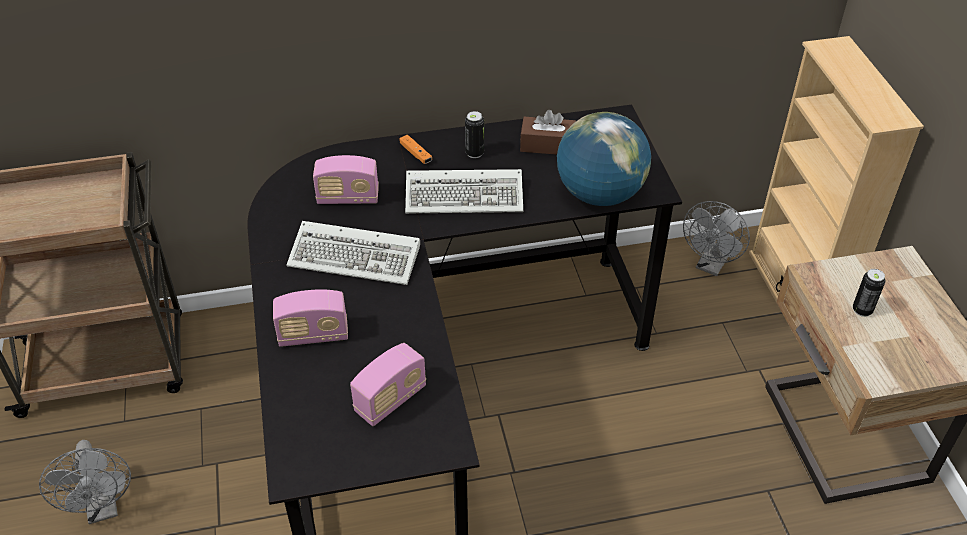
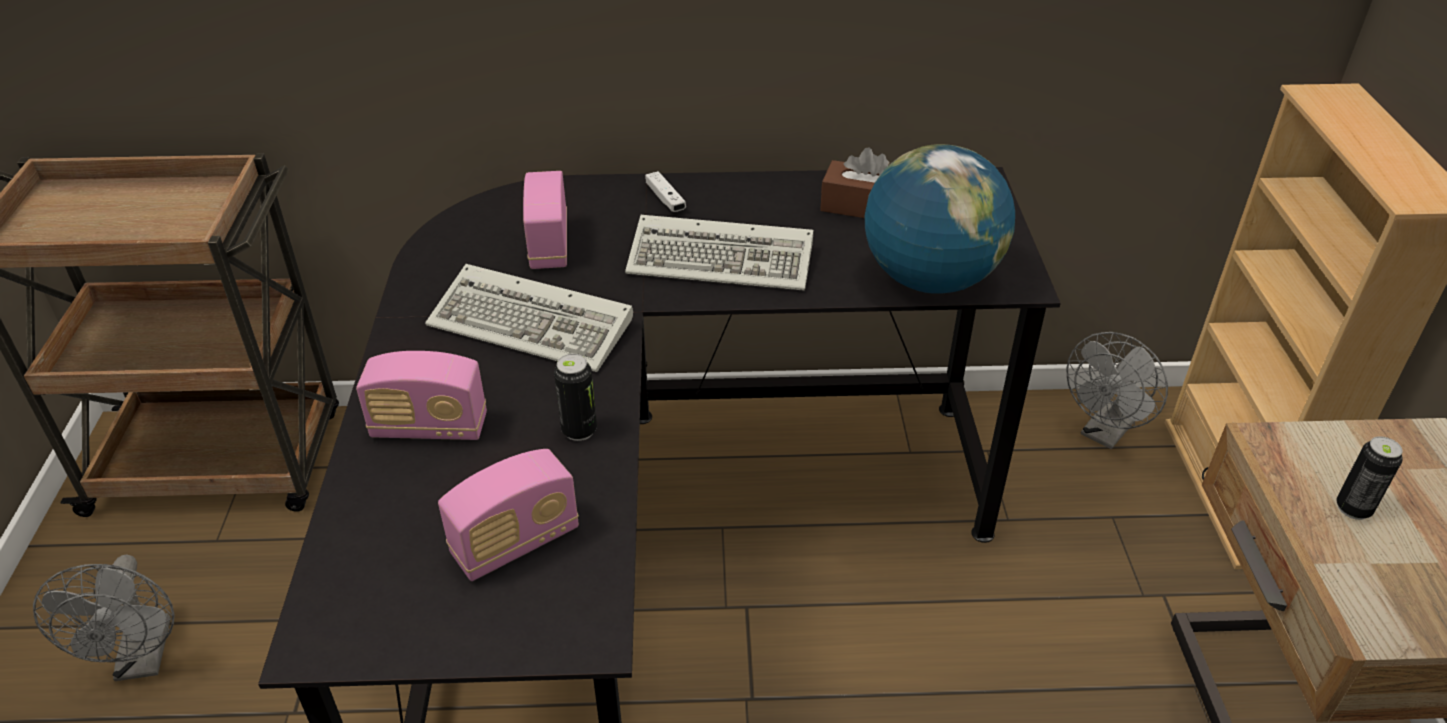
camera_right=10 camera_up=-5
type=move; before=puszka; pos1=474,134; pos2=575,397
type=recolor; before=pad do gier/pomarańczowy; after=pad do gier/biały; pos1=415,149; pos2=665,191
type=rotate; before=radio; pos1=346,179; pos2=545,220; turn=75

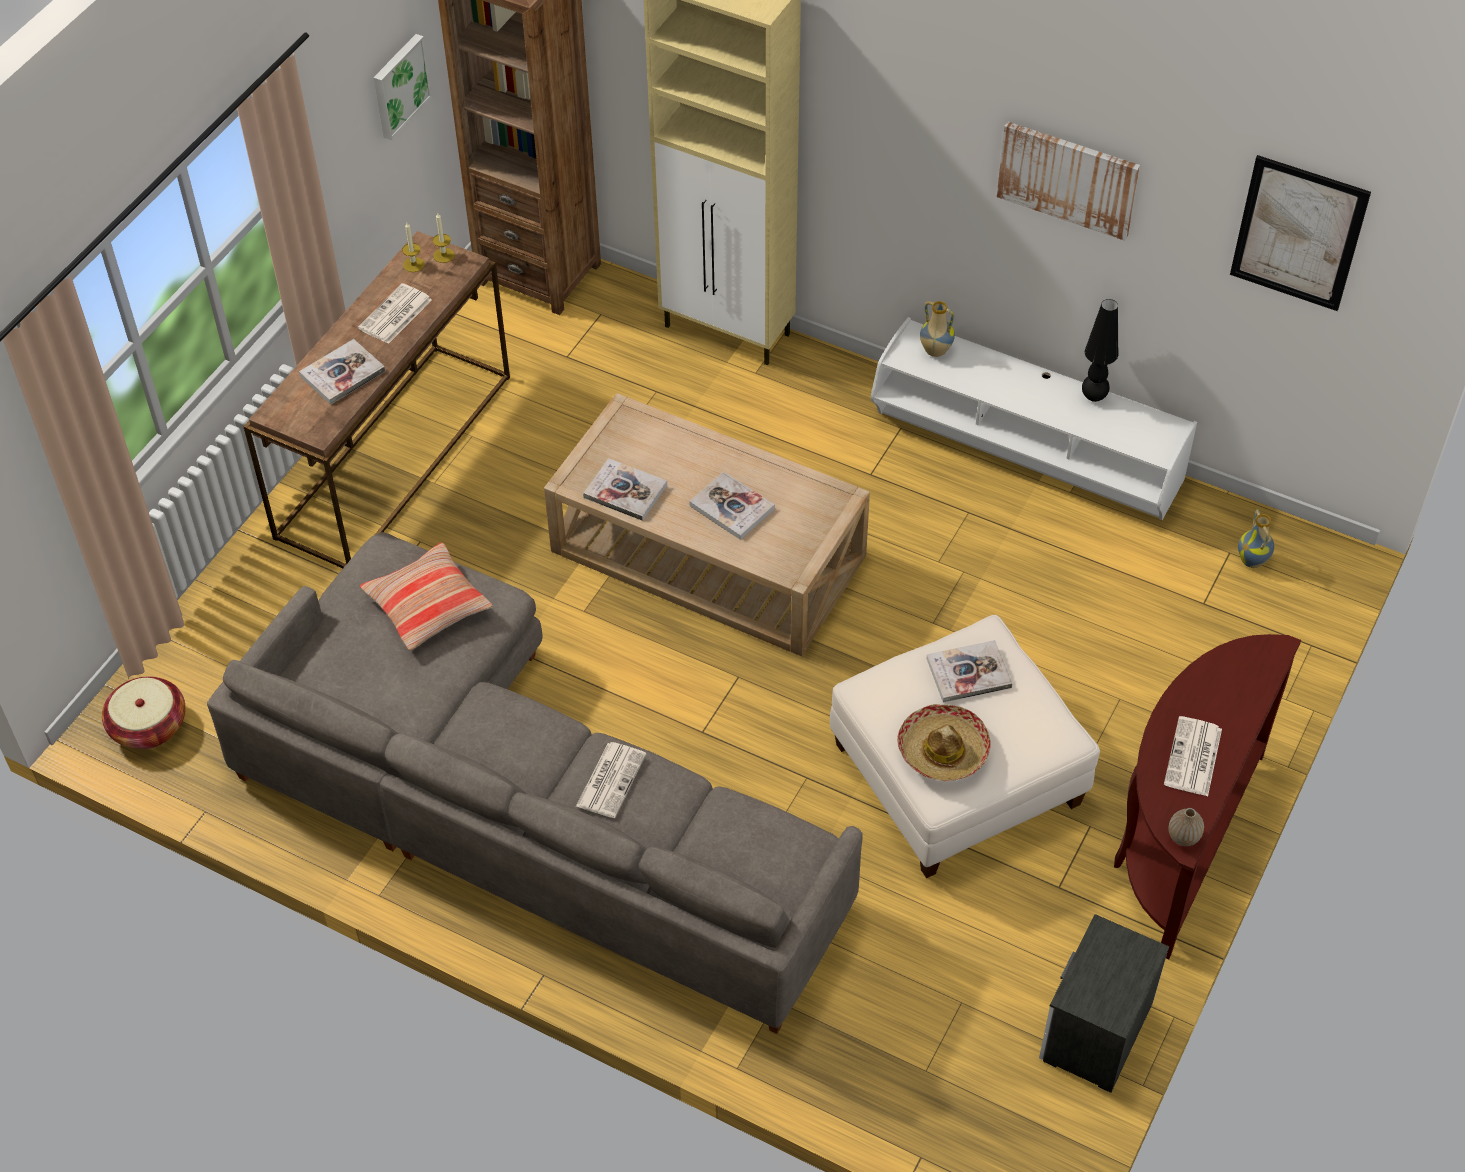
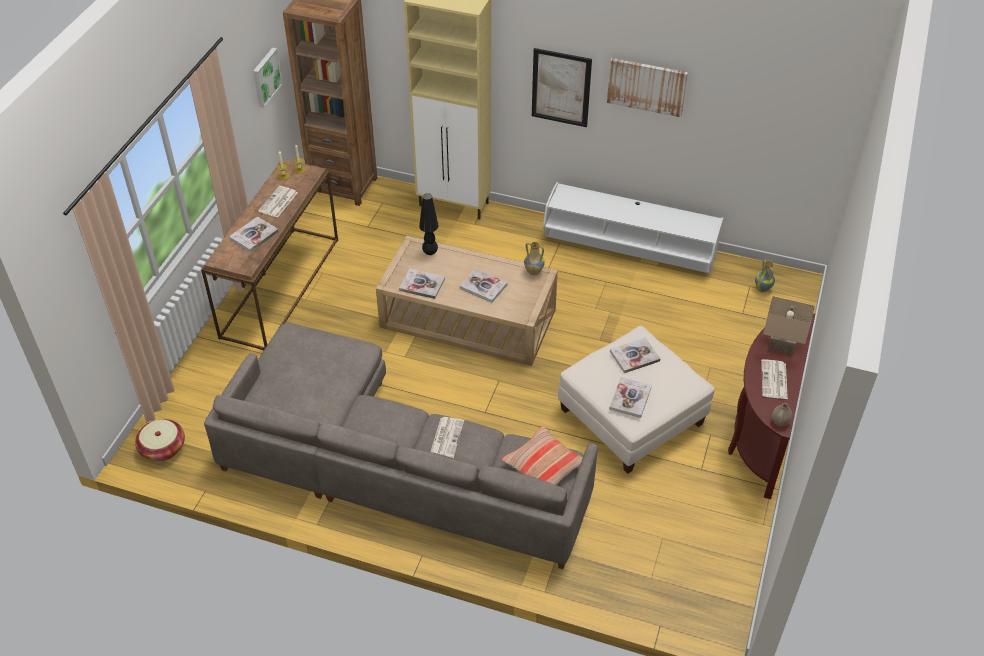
camera_right=-10 camera_up=-5
type=delete; before=szafka nocna; pos1=1104,1003
type=insert; after=lampa stołowa/beżowy; pos2=789,325
type=move; before=poduszka; pos1=426,596; pos2=542,455
type=move; before=wazon; pos1=937,329; pos2=534,258
type=move; before=lampa stołowa/czarny; pos1=1100,350; pos2=429,224
type=move; before=obraz; pos1=1300,233; pos2=562,87
type=replace; before=kapelusz; after=książka; pos1=944,742; pos2=630,397

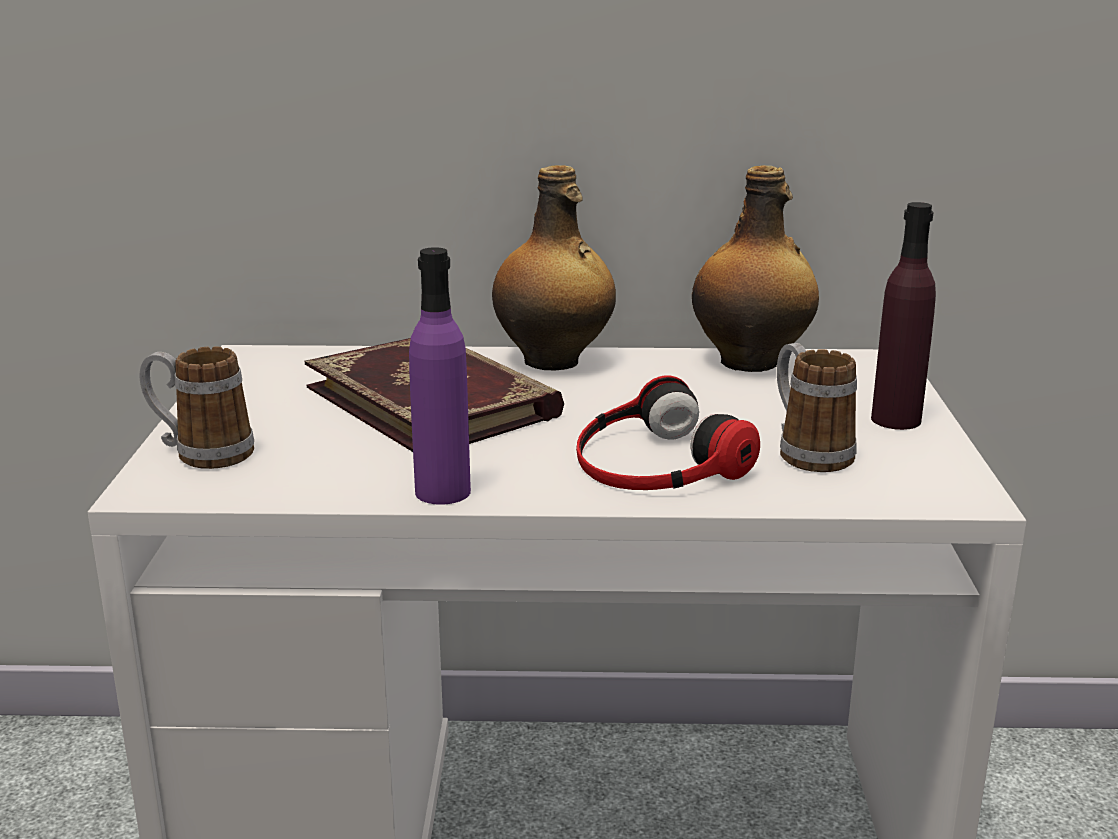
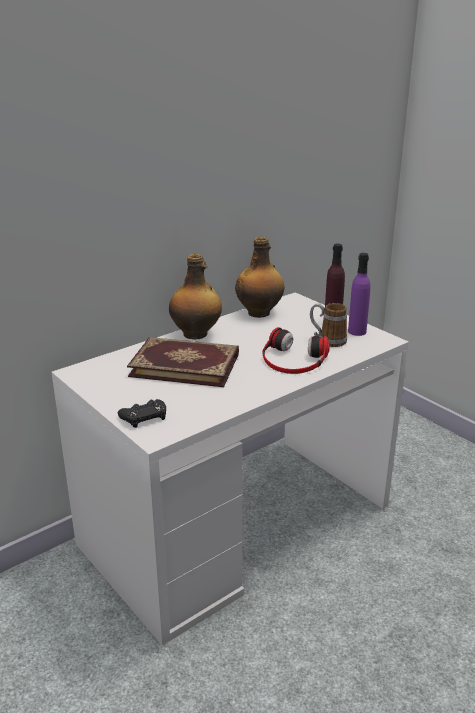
camera_right=-40 camera_up=5
type=move; before=butelka/fioletowy; pos1=440,376; pos2=359,294
type=replace; before=kubek; after=pad do gier/czarny; pos1=197,407; pos2=142,413

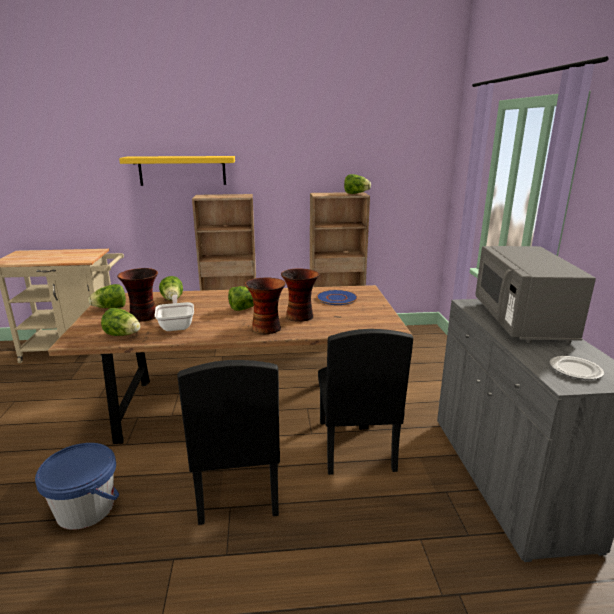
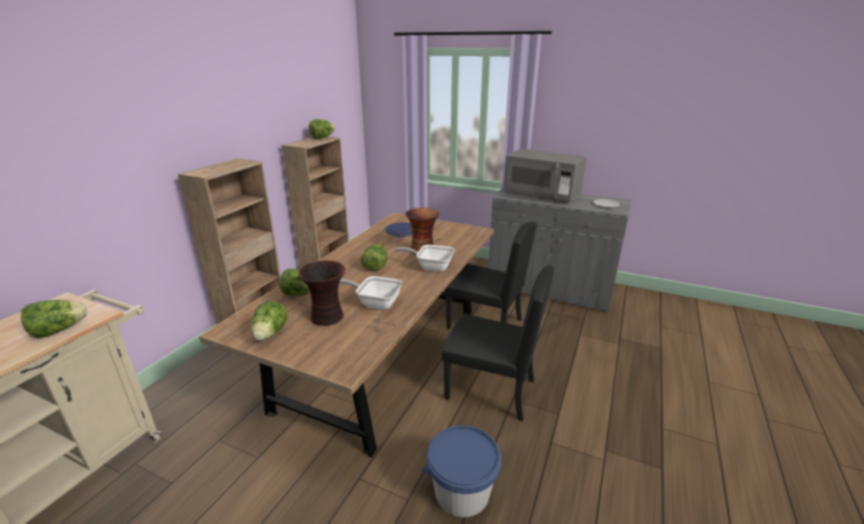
camera_right=-60 camera_up=5
type=delete; before=półka/żółty; pos1=177,171
type=move; before=sałata; pos1=120,322; pos2=54,319
type=replace; before=wazon; after=patelnia; pos1=265,306; pos2=424,258

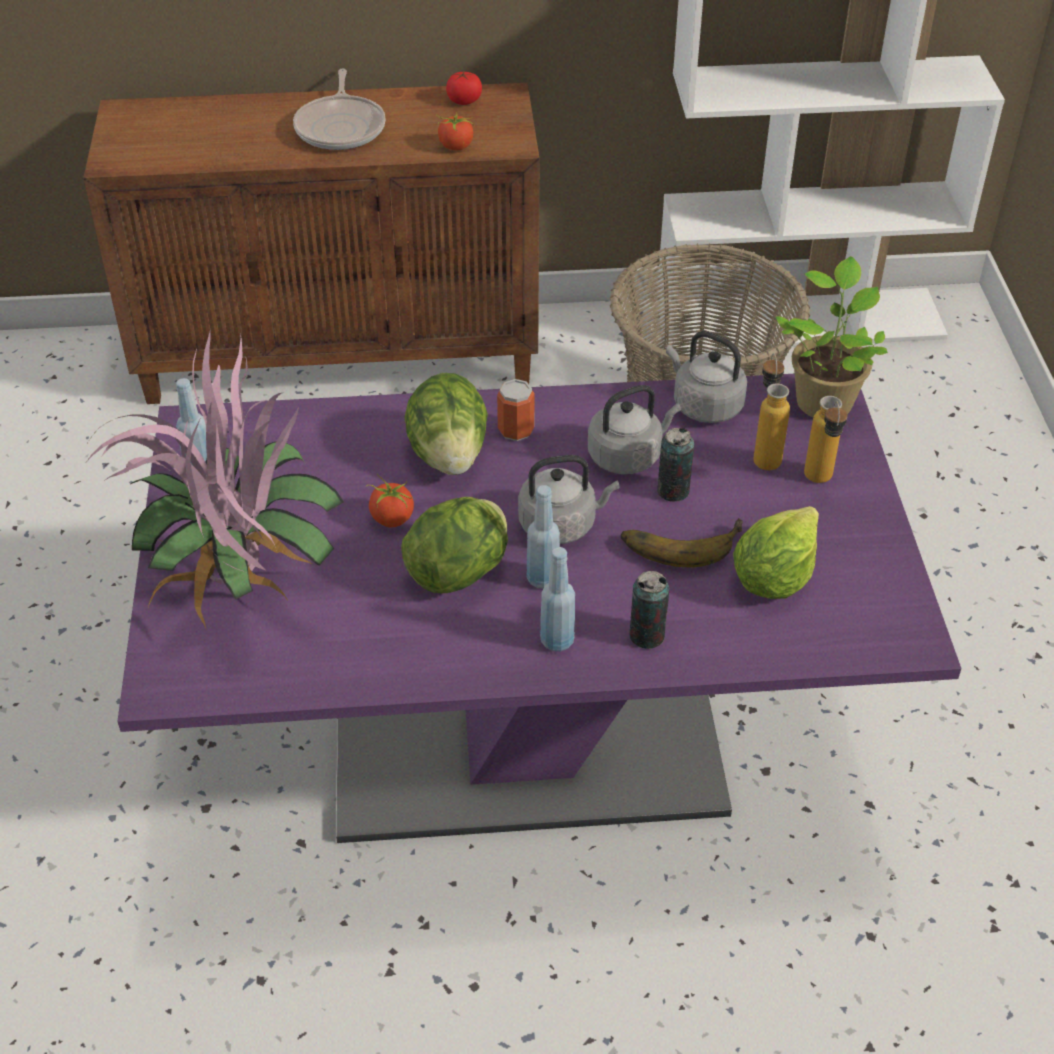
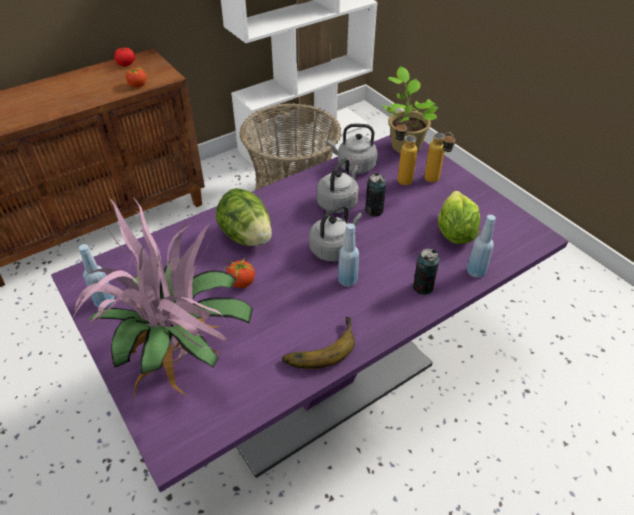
camera_right=-30 camera_up=0
type=delete; before=patelnia; pos1=339,109
type=delete; before=sałata; pos1=454,545
type=delete; before=puszka; pos1=516,410
type=move; before=butelka/niebieski; pos1=557,599; pos2=481,246
type=move; before=banan; pos1=682,543; pos2=318,343

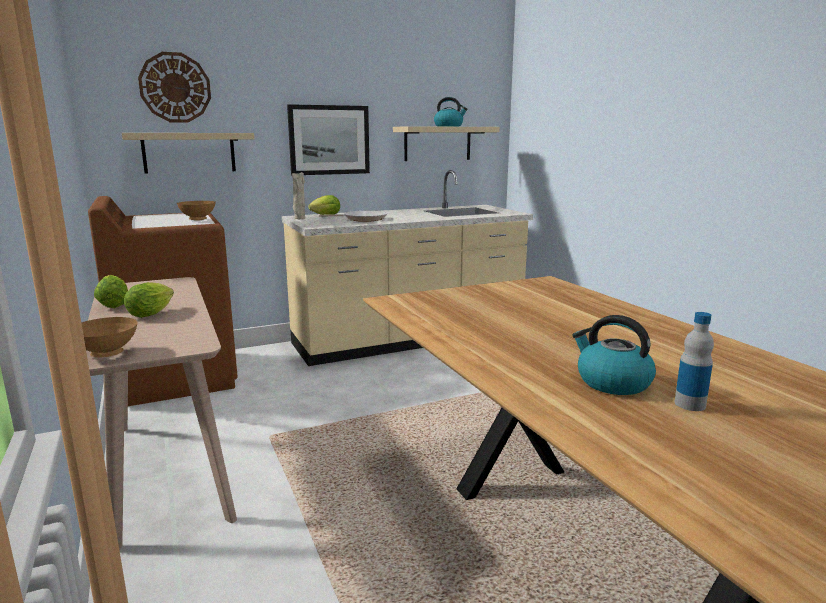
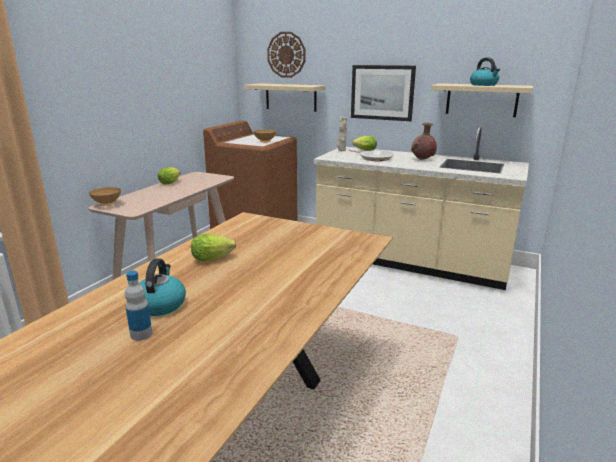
camera_right=50 camera_up=5
type=insert; after=wazon/brązowy; pos2=424,141
type=move; before=sałata; pos1=149,300; pos2=213,247

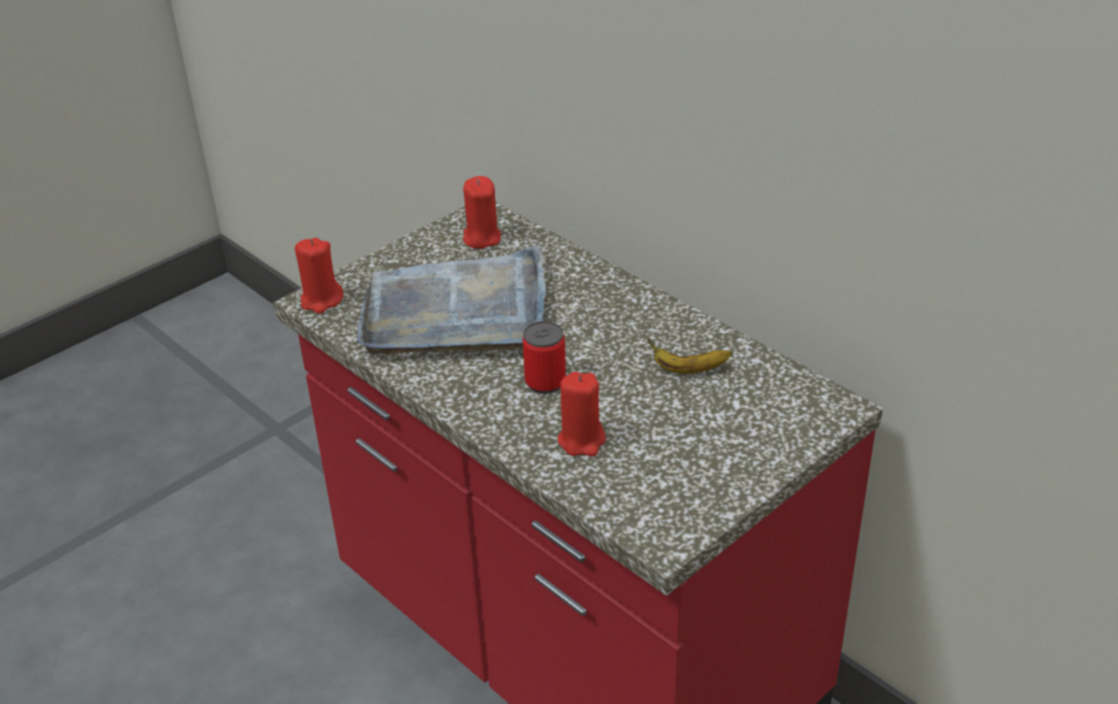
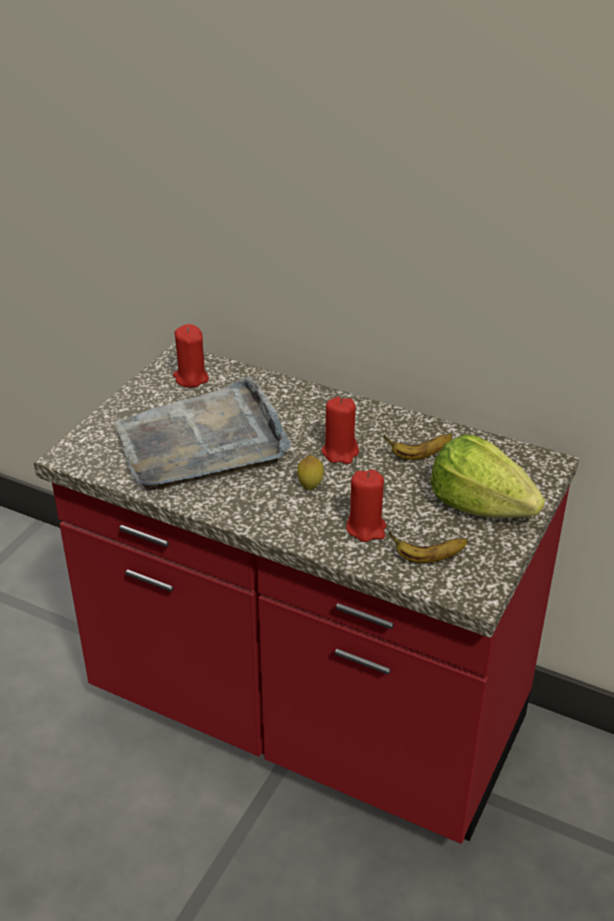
camera_right=-20 camera_up=0
type=insert; after=banan; pos2=428,547
type=insert; after=sałata; pos2=487,476
type=move; before=świeca/czerwony; pos1=319,276; pos2=340,430
type=replace; before=puszka; after=cytryna; pos1=544,357; pos2=310,472

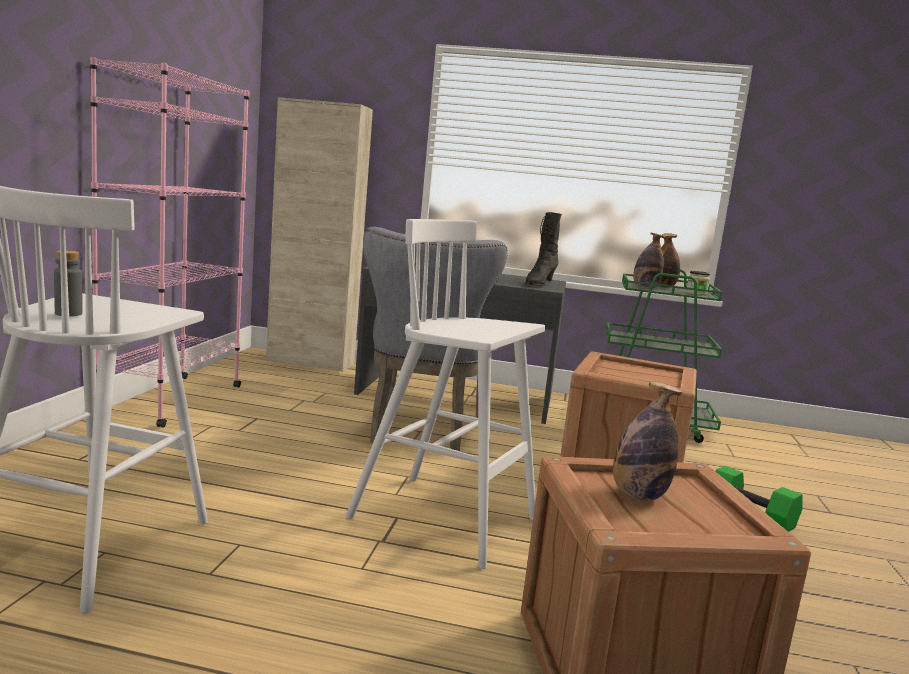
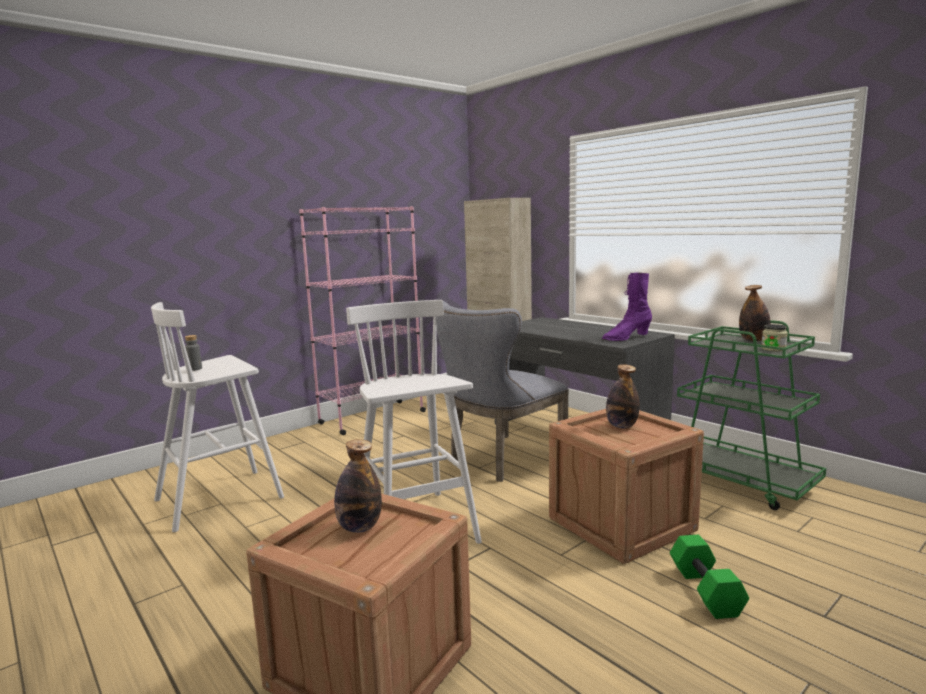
camera_right=40 camera_up=0
type=move; before=butelka; pos1=649,261; pos2=623,396
type=recolor; before=but z cholewką/czarny; after=but z cholewką/fioletowy; pos1=543,249; pos2=627,307

